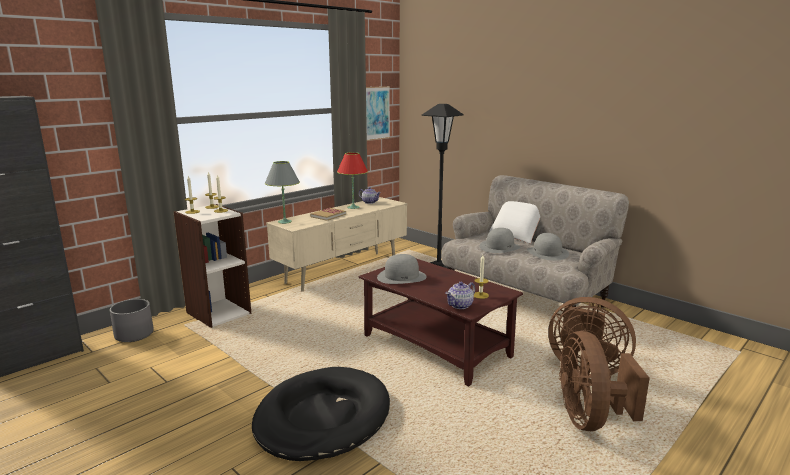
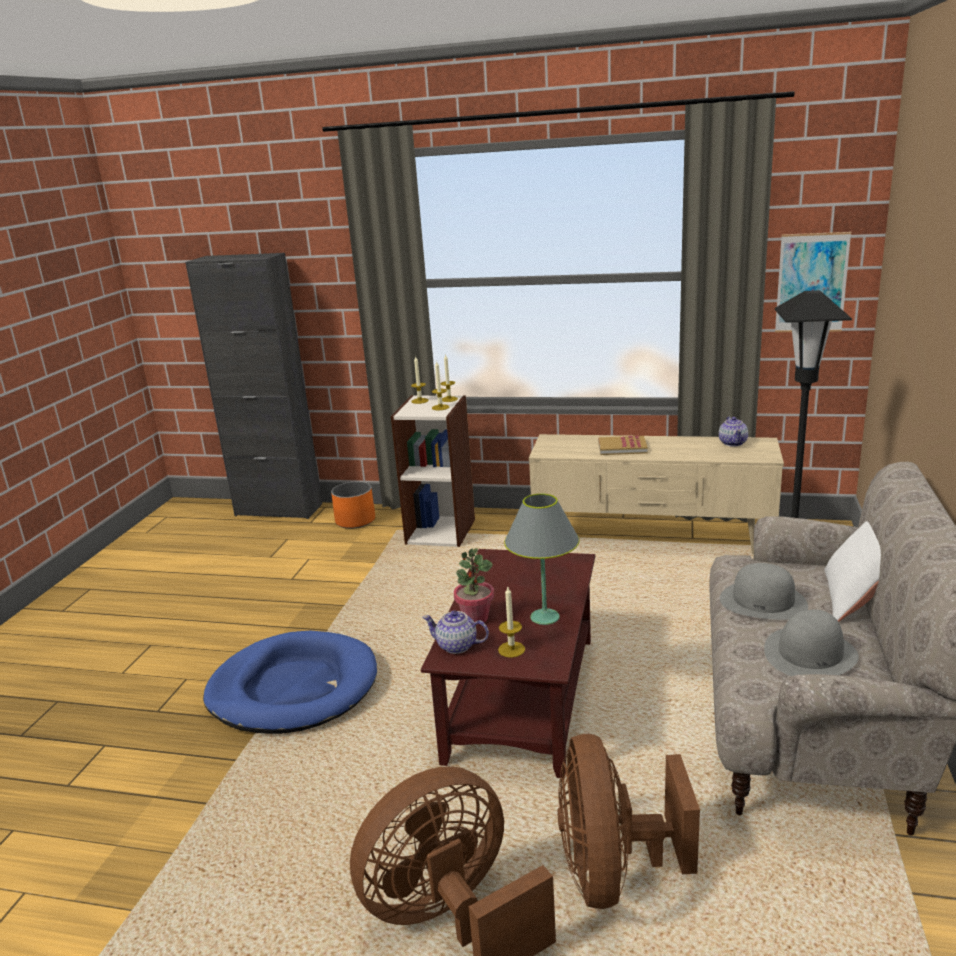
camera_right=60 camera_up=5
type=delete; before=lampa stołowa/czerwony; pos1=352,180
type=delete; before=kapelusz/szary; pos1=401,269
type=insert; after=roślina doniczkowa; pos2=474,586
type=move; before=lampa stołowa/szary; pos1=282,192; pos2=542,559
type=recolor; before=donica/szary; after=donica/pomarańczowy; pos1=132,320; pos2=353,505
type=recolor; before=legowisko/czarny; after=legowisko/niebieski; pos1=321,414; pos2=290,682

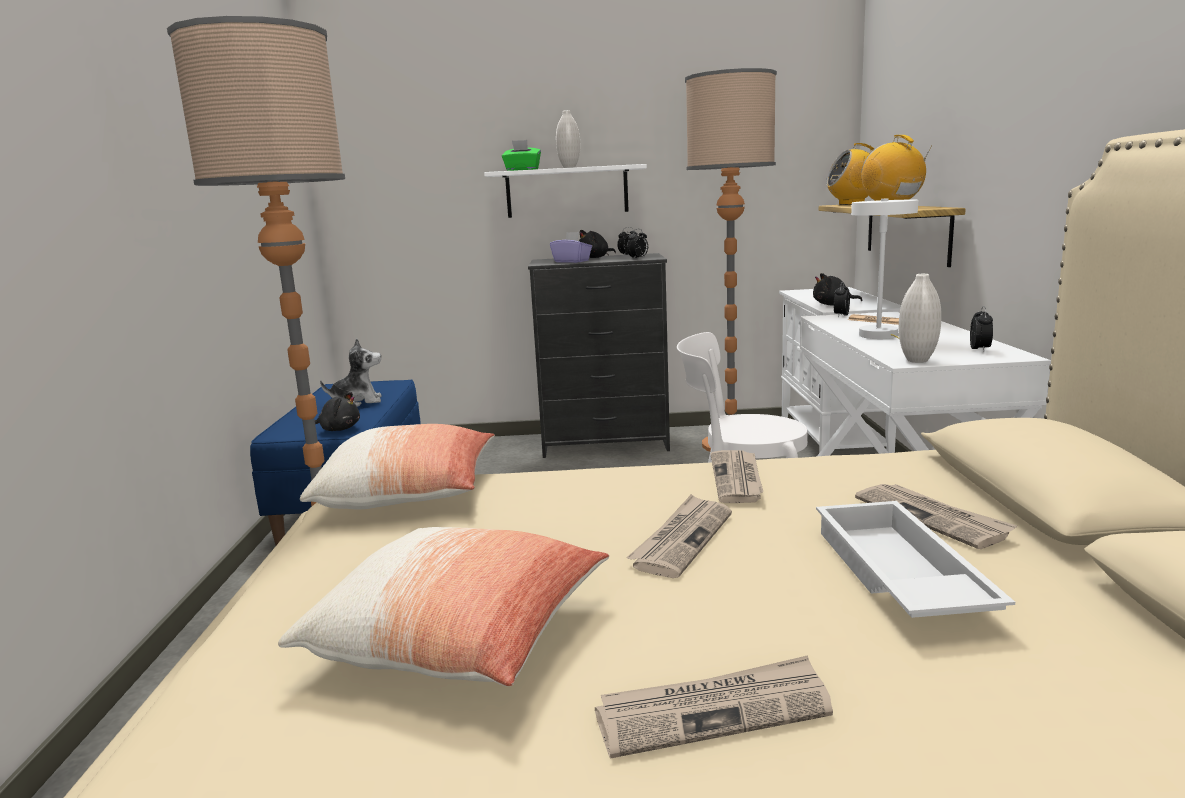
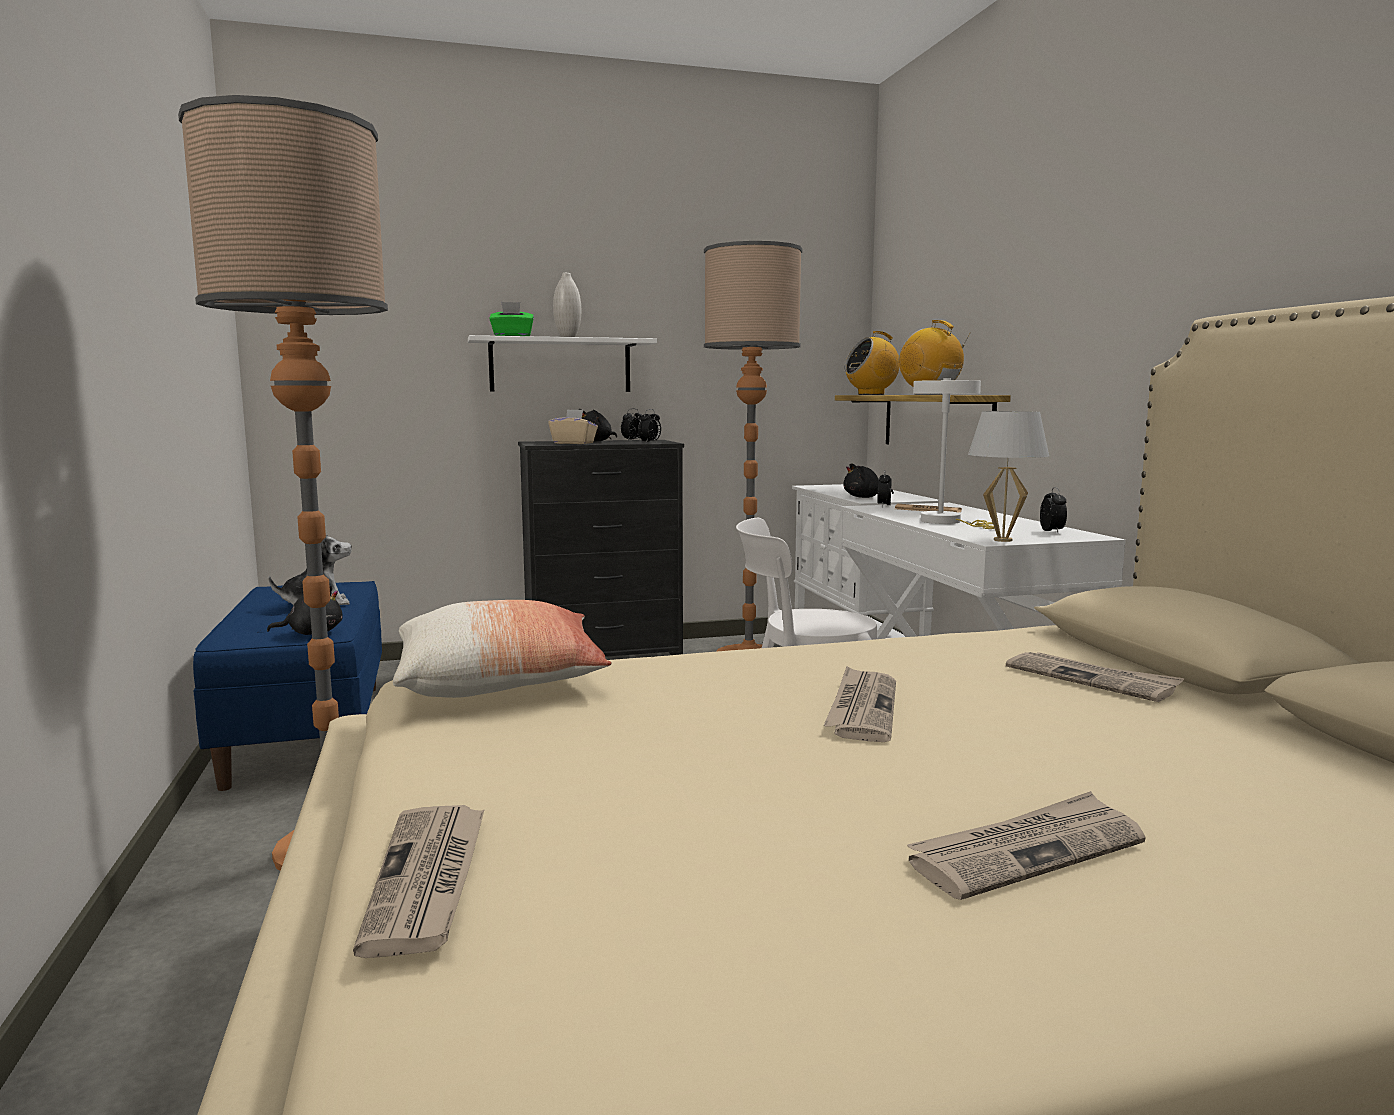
camera_right=-15 camera_up=-5
type=delete; before=poduszka; pos1=443,606
type=delete; before=taca/biały; pos1=915,559
type=move; before=gazeta; pos1=737,476; pos2=418,881
type=replace; before=wazon/biały; after=lampa stołowa/biały; pos1=920,318; pos2=1008,476
type=recolor; before=pudełko chusteczek/fioletowy; after=pudełko chusteczek/beżowy; pos1=571,247; pos2=573,426

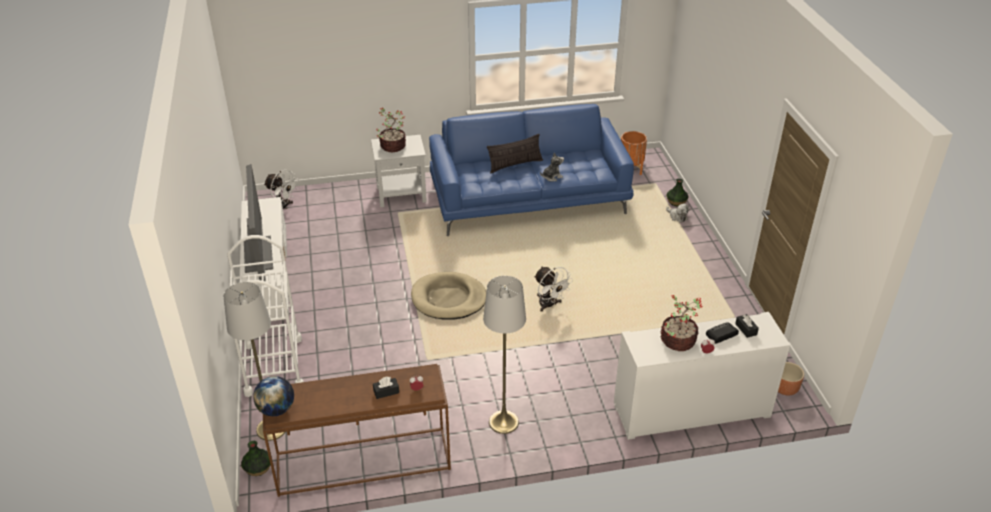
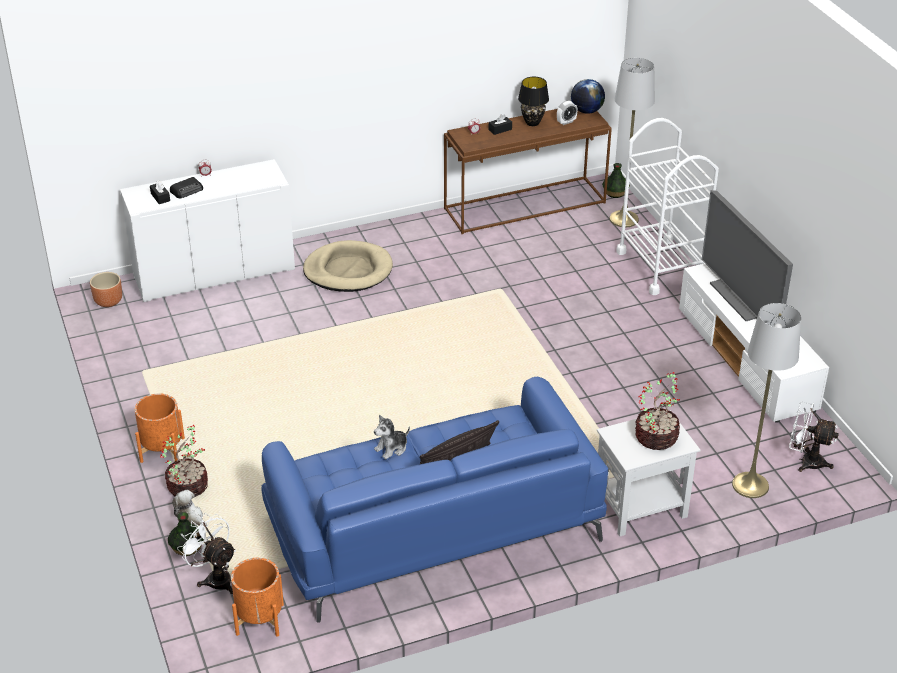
camera_right=170 camera_up=0
type=insert; after=donica/pomarańczowy; pos2=160,428
type=insert; after=lampa stołowa/czarny; pos2=533,101
type=insert; after=budzik; pos2=567,113
type=move; before=legowisko/beżowy; pos1=448,296; pos2=348,266
type=move; before=lampa stojąca/szary; pos1=504,355; pos2=766,400
type=move; before=wentylator/biały; pos1=553,288; pos2=206,553
type=move; before=roślina doniczkowa; pos1=681,323; pos2=184,461

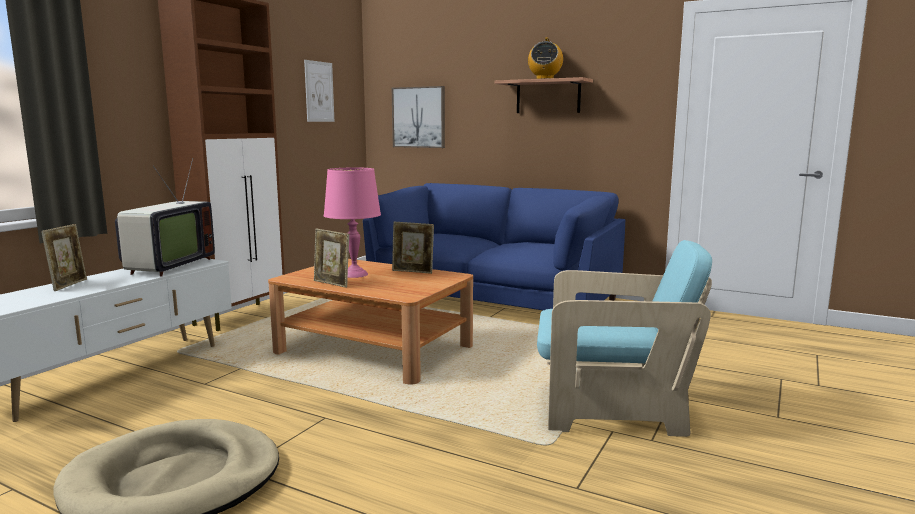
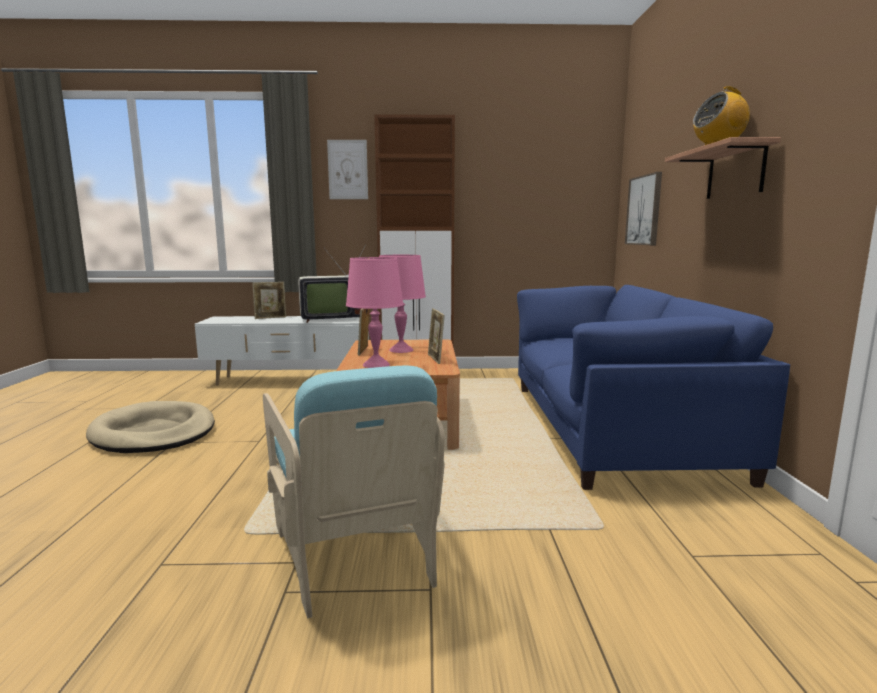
camera_right=60 camera_up=0
type=insert; after=lampa stołowa/różowy; pos2=375,312
type=move; before=obraz; pos1=319,91; pos2=347,169

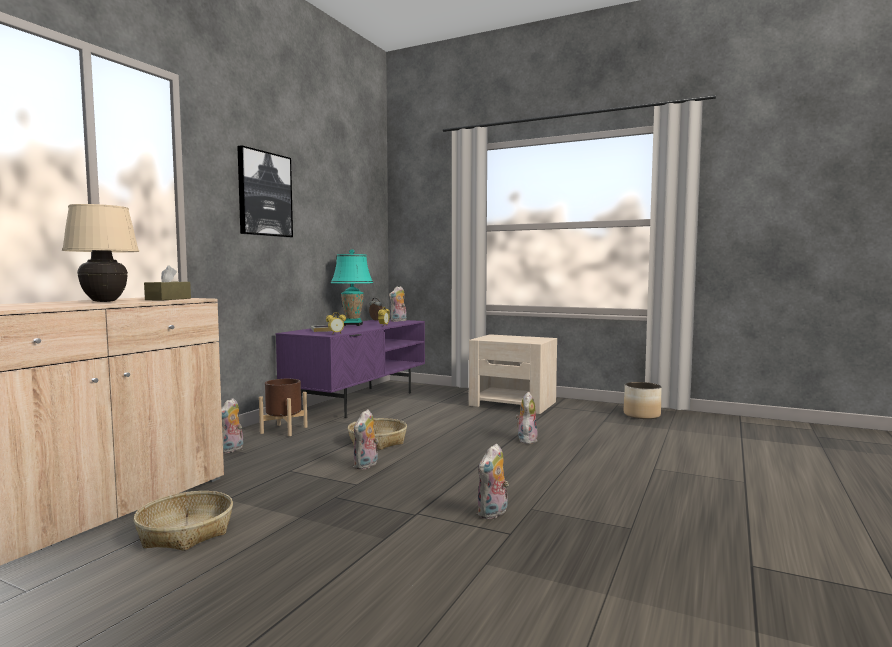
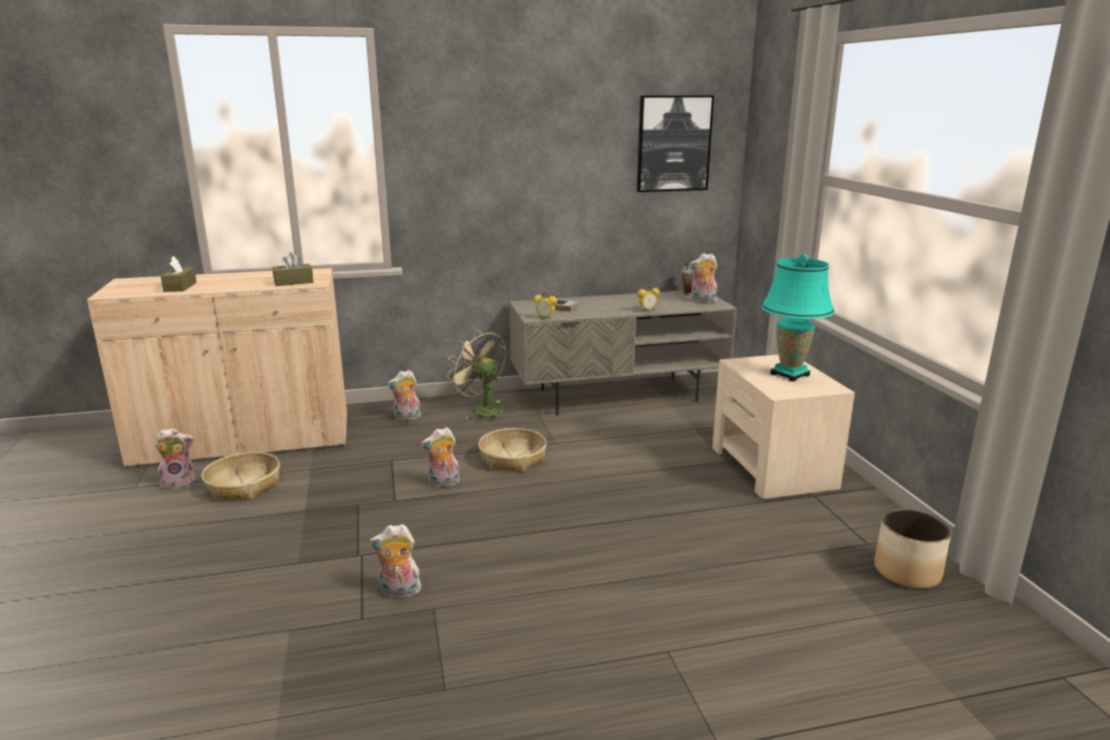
camera_right=50 camera_up=15
type=delete; before=lampa stołowa/beżowy; pos1=100,253
type=insert; after=pudełko chusteczek/brązowy; pos2=179,274
type=move; before=obraz; pos1=265,191; pos2=675,144
type=move; before=lampa stołowa/turkusowy; pos1=352,287; pos2=798,318
type=move; before=pluszak; pos1=527,418; pos2=175,459
type=replace; before=donica/brązowy; after=wentylator/beżowy; pos1=283,407; pos2=476,375
type=recolor; before=szafka pod telewizor/fioletowy; after=szafka pod telewizor/szary; pos1=350,368; pos2=623,352

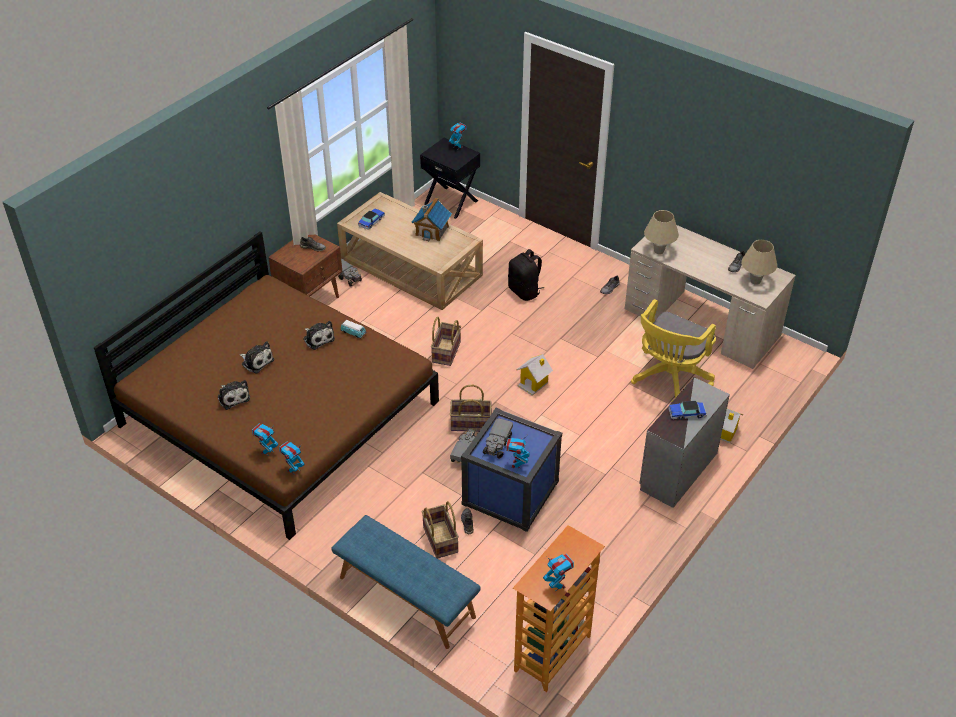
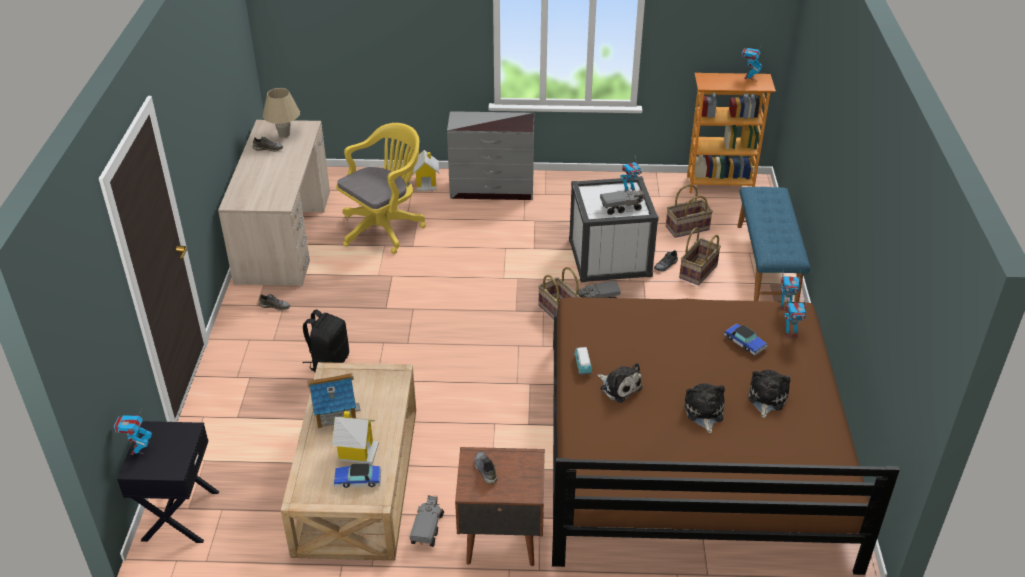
camera_right=-125 camera_up=-5
type=delete; before=lampa stołowa/beżowy; pos1=661,232
type=move; before=koszyk; pos1=446,341; pos2=689,211
type=move; before=domek; pos1=534,375; pos2=355,437
type=move; before=samochodzik; pos1=687,410; pos2=745,339
type=recolor; before=pojemnik do przechowywania/niebieski; after=pojemnik do przechowywania/biały; pos1=511,470; pos2=614,229
type=rotate; before=pluszak; pos1=319,335; pos2=620,383; turn=120
type=rotate; before=krzesło biurowe/żółty; pos1=673,351; pos2=381,188; turn=-45

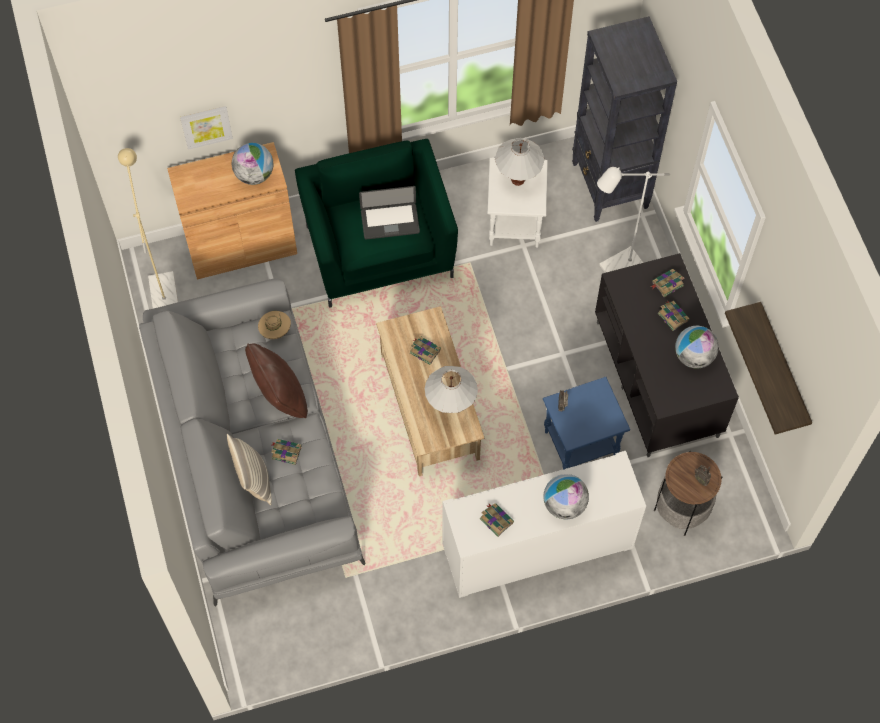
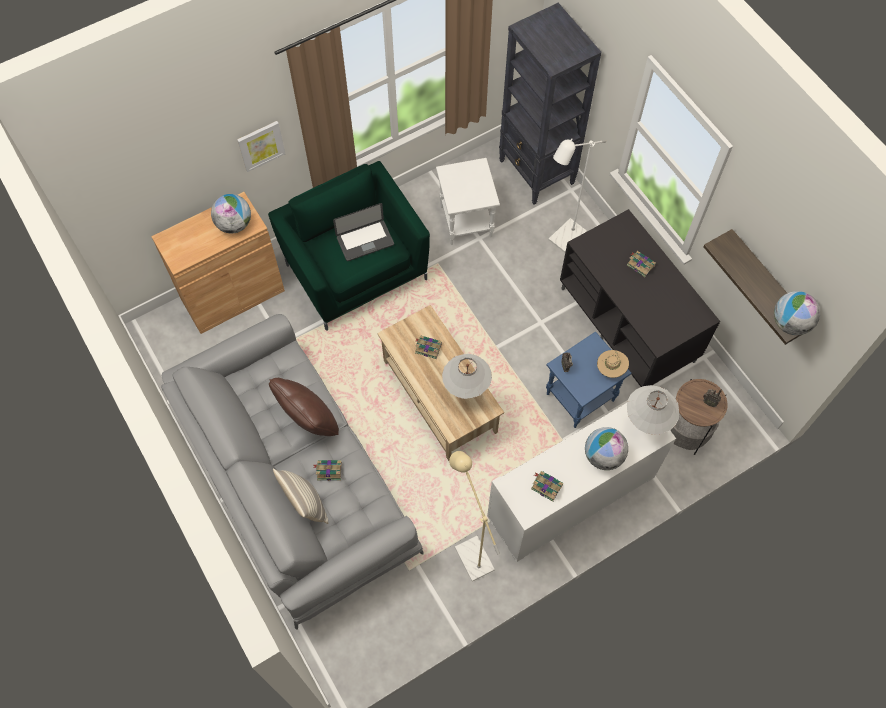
camera_right=-15 camera_up=0
type=delete; before=książka; pos1=668,283
type=move; before=lampa stojąca/beżowy; pos1=148,228; pos2=474,516
type=move; before=obraz; pos1=206,128; pos2=261,146
type=move; before=kapelusz/beżowy; pos1=274,325; pos2=613,364
type=move; before=lampa stołowa/biały; pos1=520,162; pos2=653,410
type=move; before=globus; pos1=697,347; pos2=797,313

